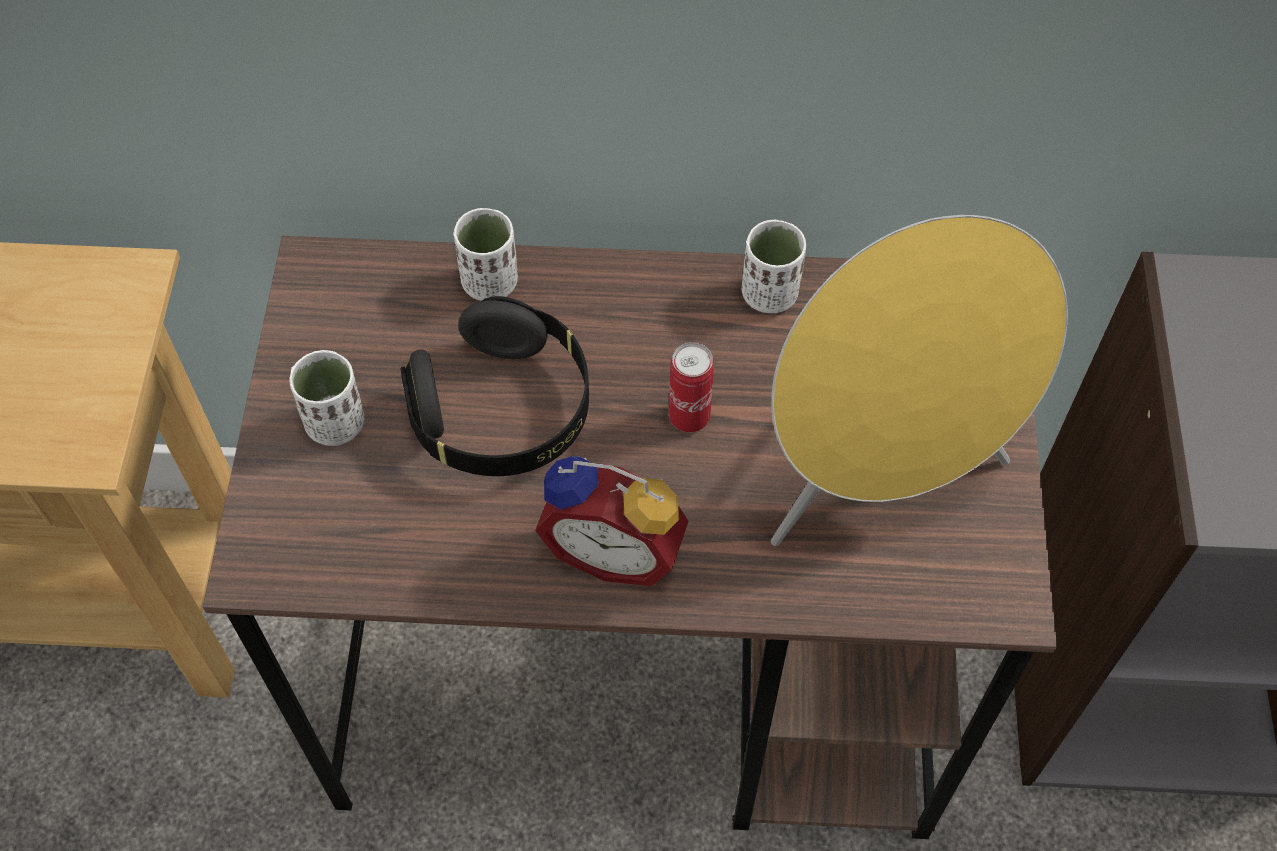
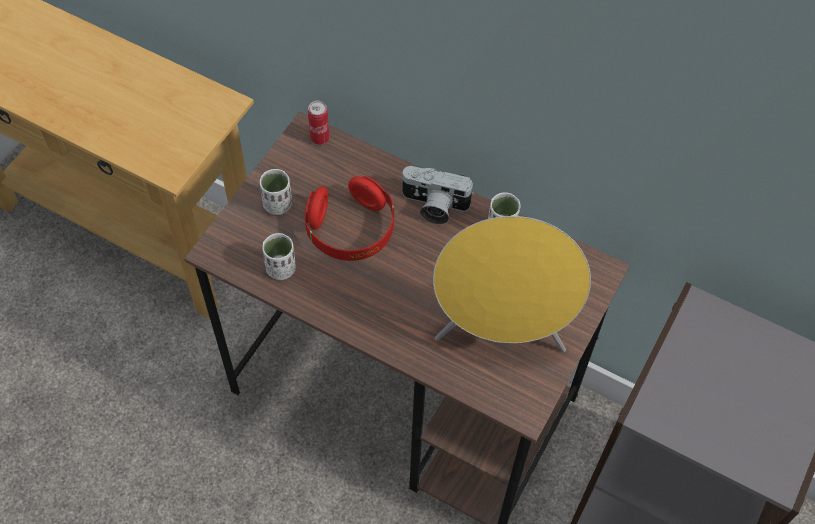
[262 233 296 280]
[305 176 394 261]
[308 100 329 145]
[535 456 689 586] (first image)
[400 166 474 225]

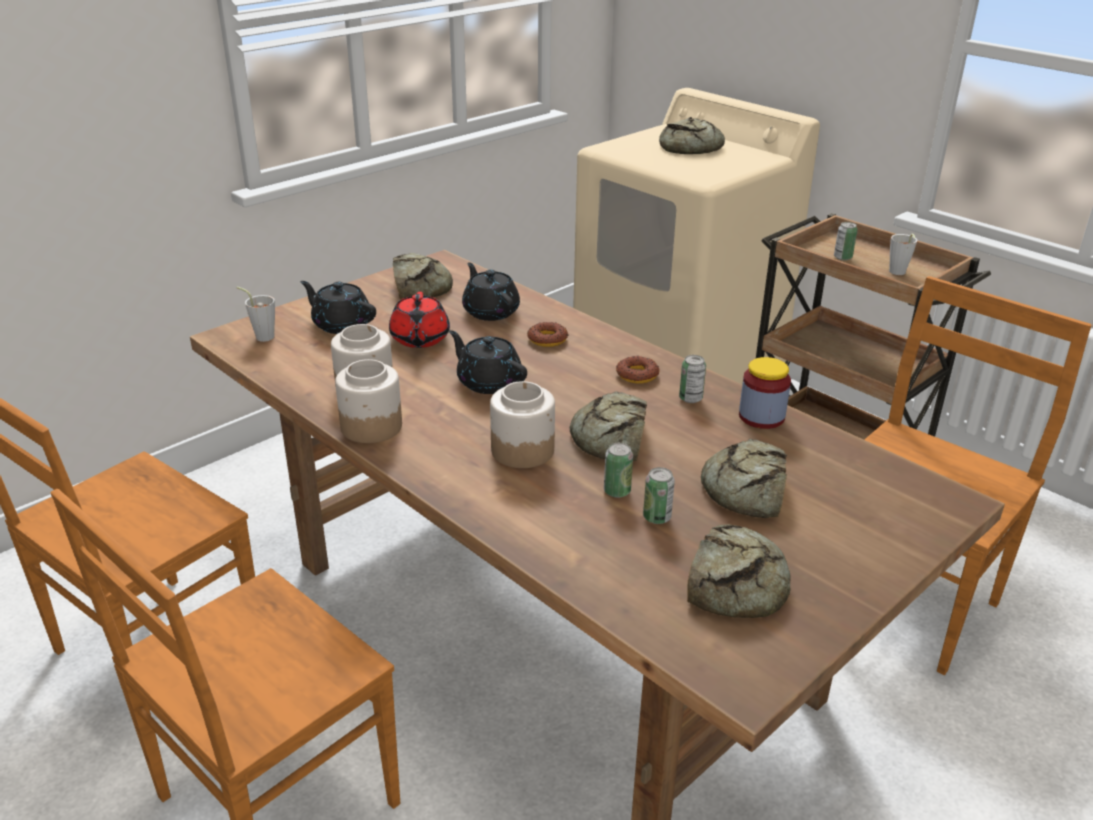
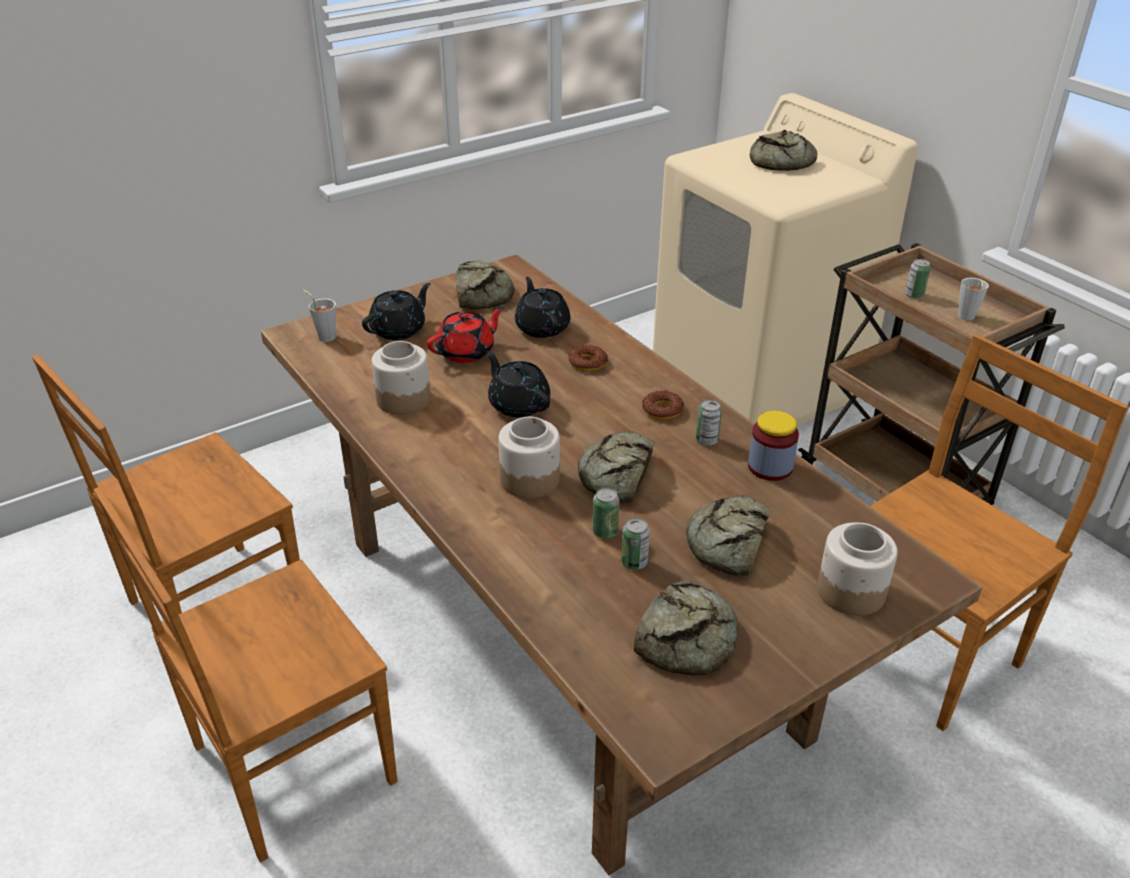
[362 283 431 340]
[427 306 504 363]
[817 523 898 616]

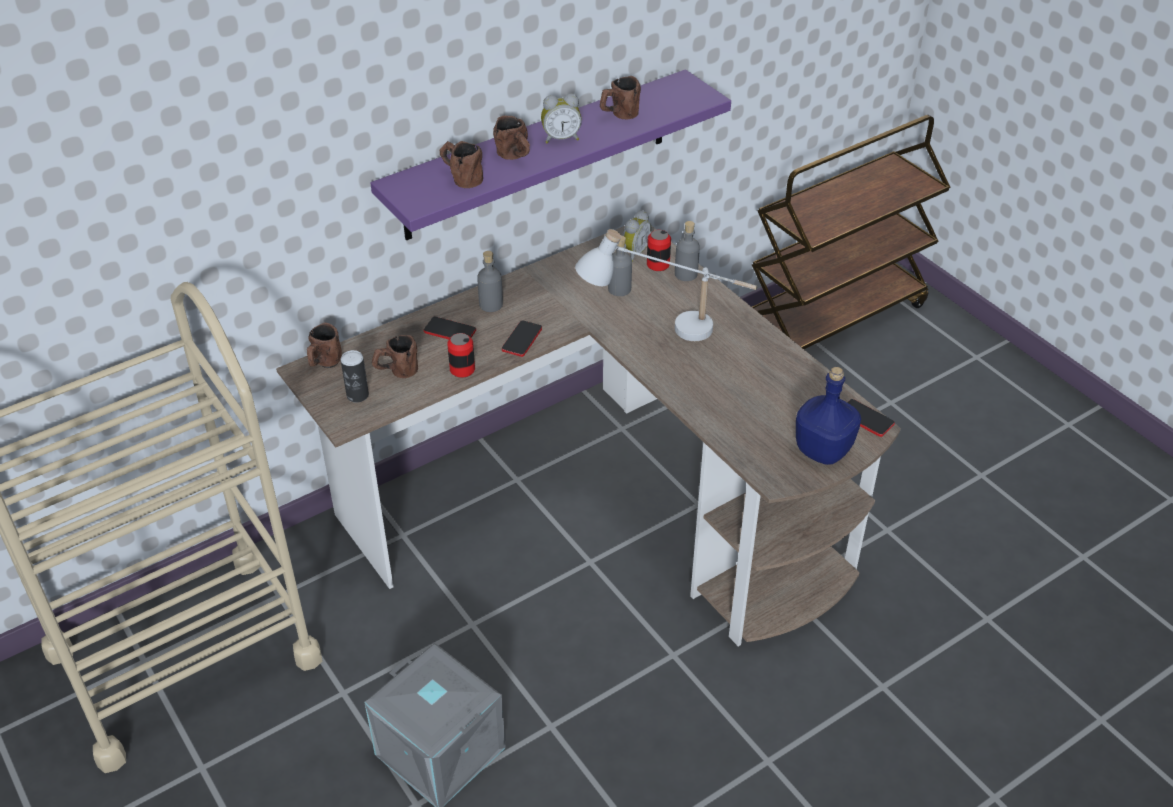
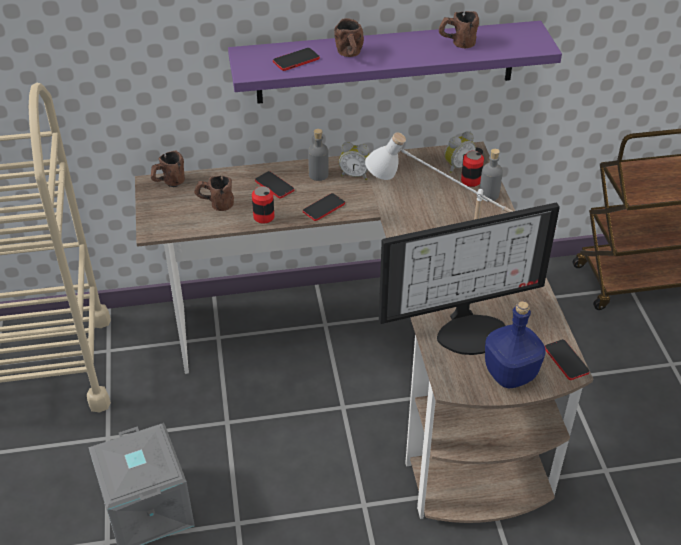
[339 142 370 180]
[273 48 320 71]
[608 235 632 296] (first image)
[340 350 369 403] (first image)
[379 203 560 355]

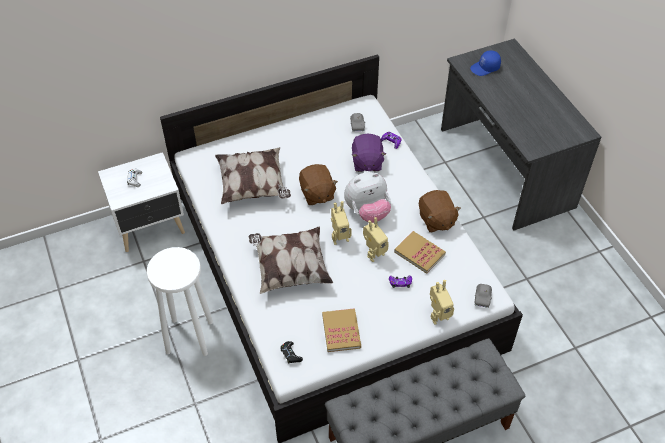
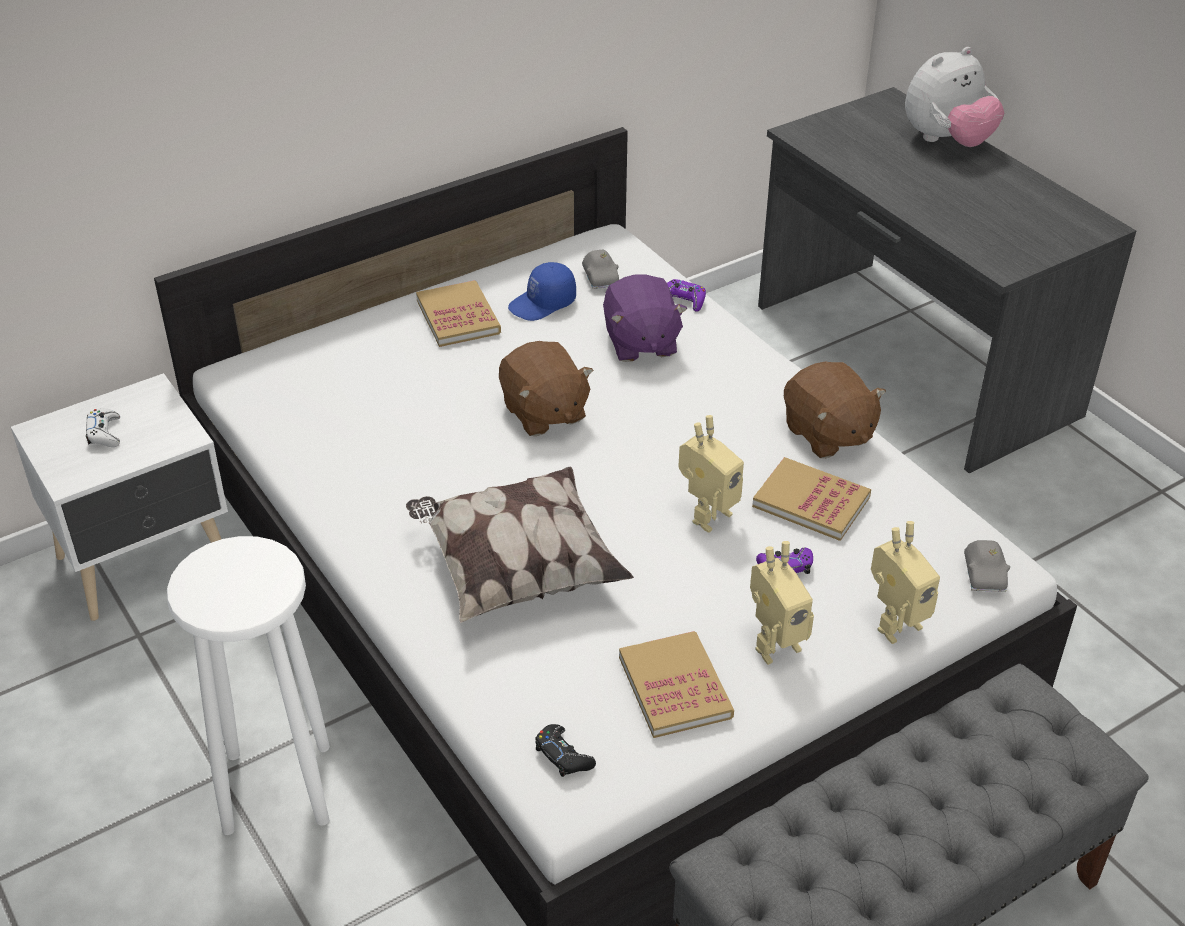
[508 262 576 321]
[215 147 291 204] (first image)
[905 47 1004 147]
[750 541 814 665]
[416 280 501 347]

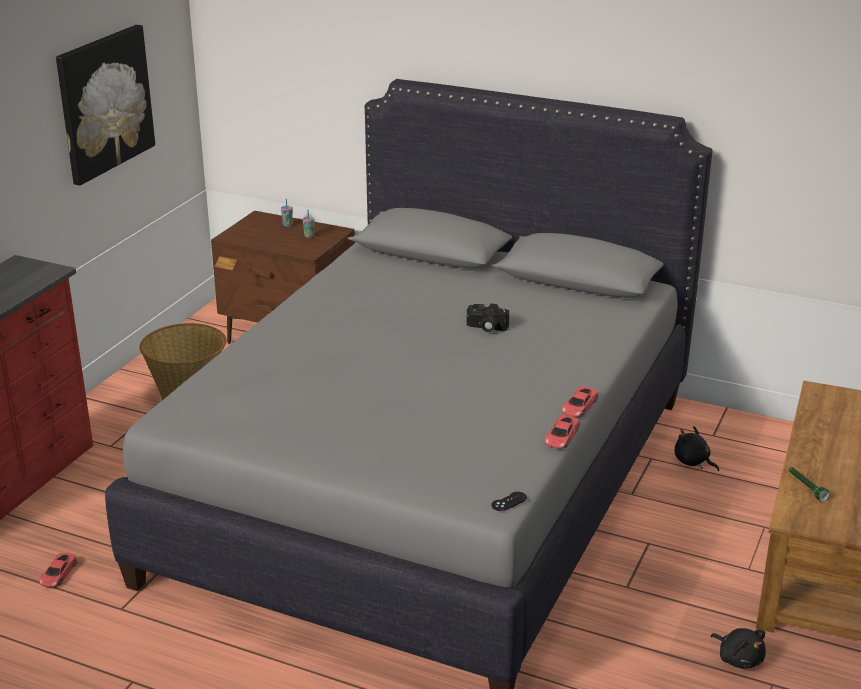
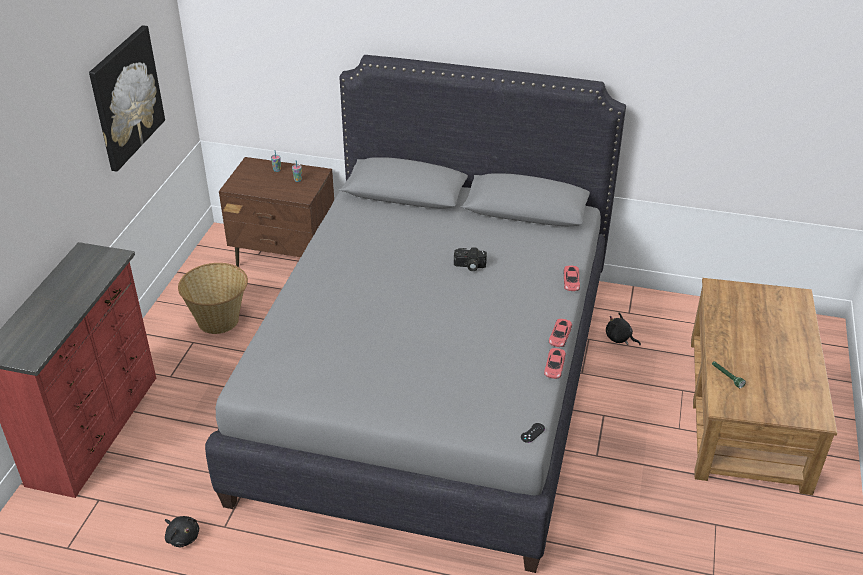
[564 265 580 291]
[165 516 199 547]

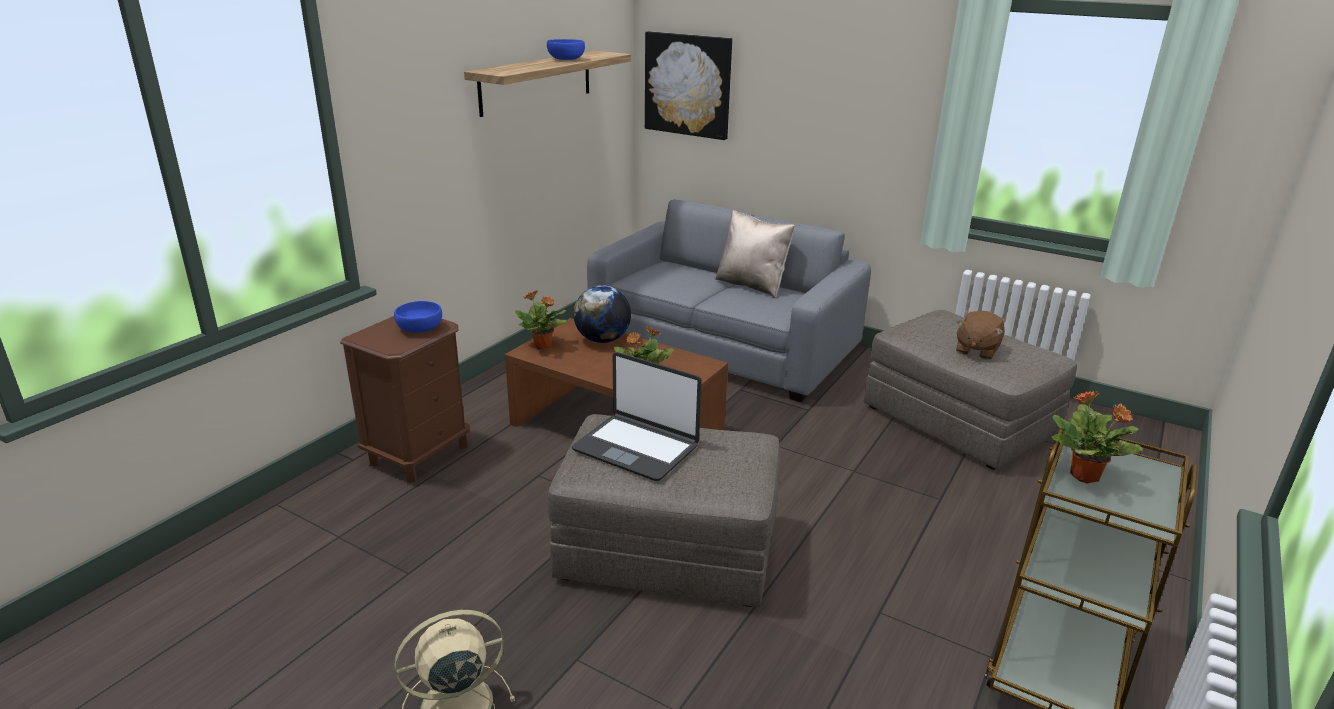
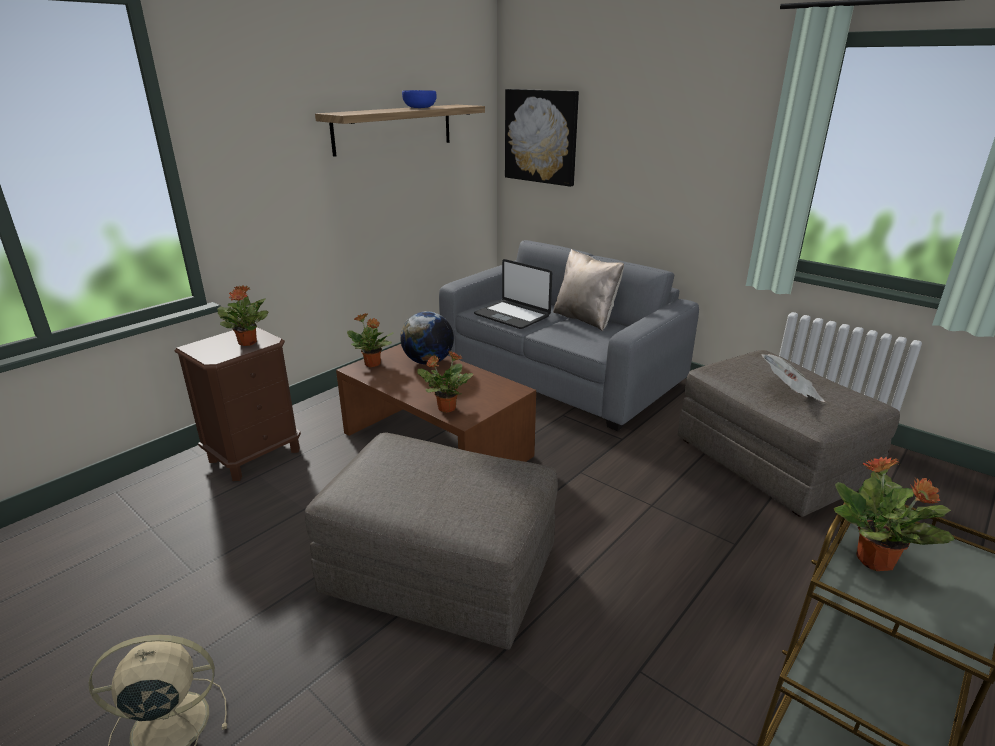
[217 285 268 346]
[761 354 825 402]
[474 259 552 329]

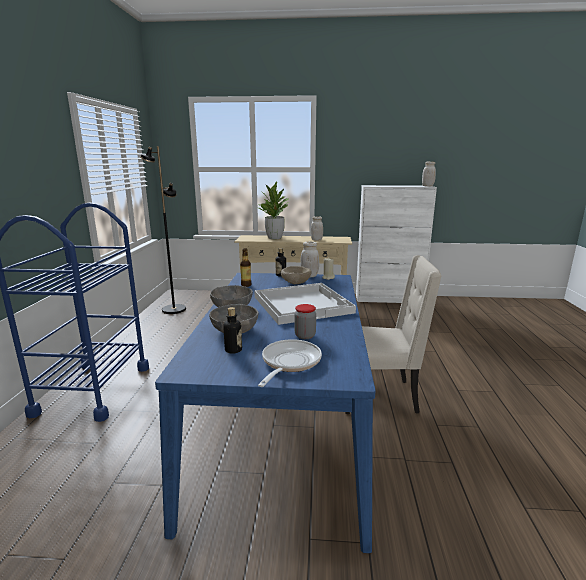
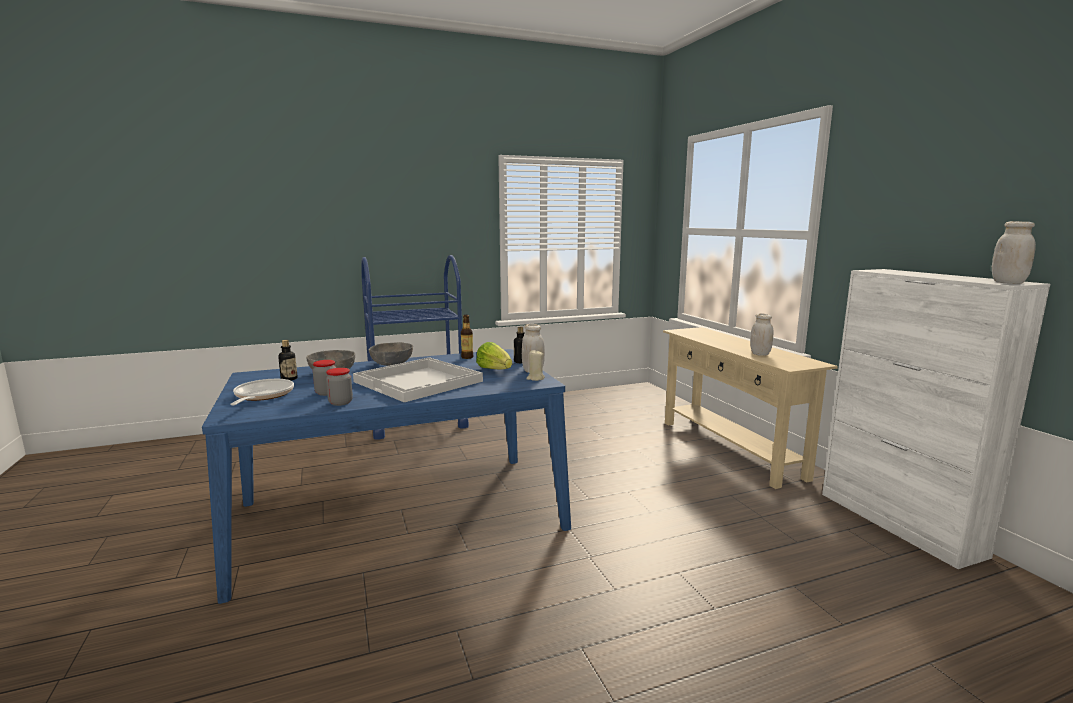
[140 146 186 314] (first image)
[256 181 289 239] (first image)
[345 255 441 414] (first image)
[476 342 512 369]
[230 379 294 405]
[326 368 353 406]

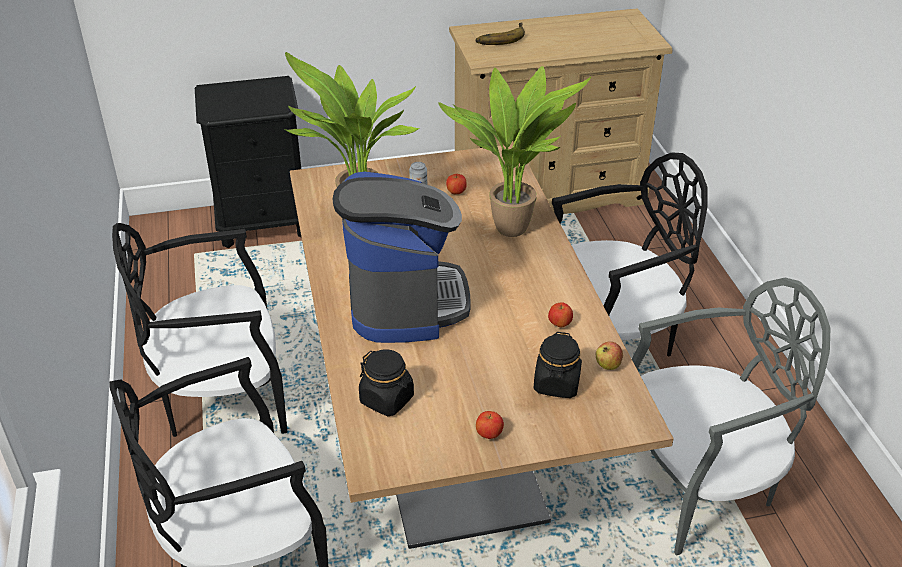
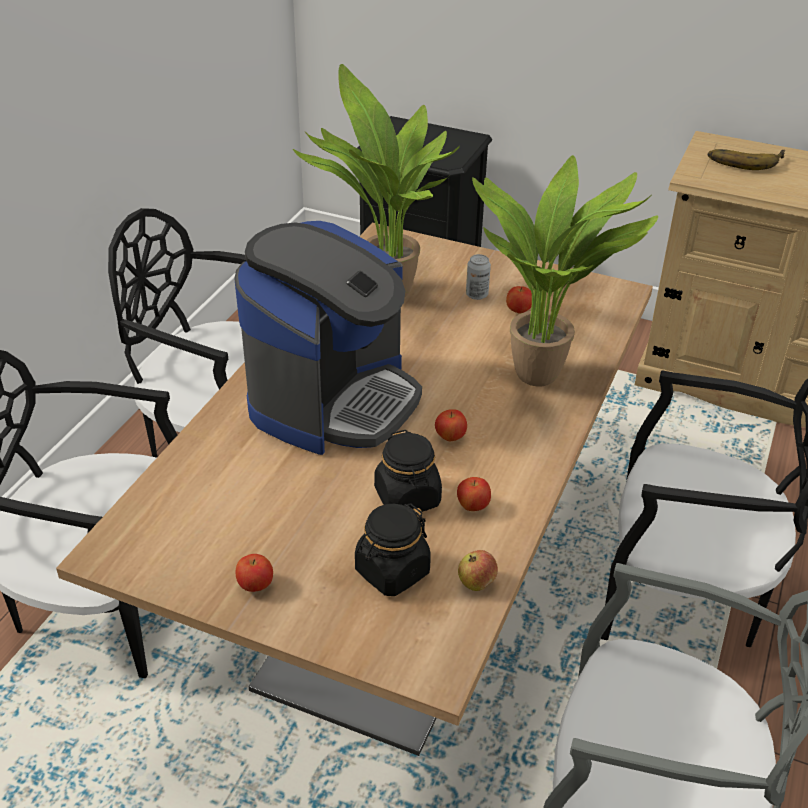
[374 430 442 512]
[435 409 467 441]

